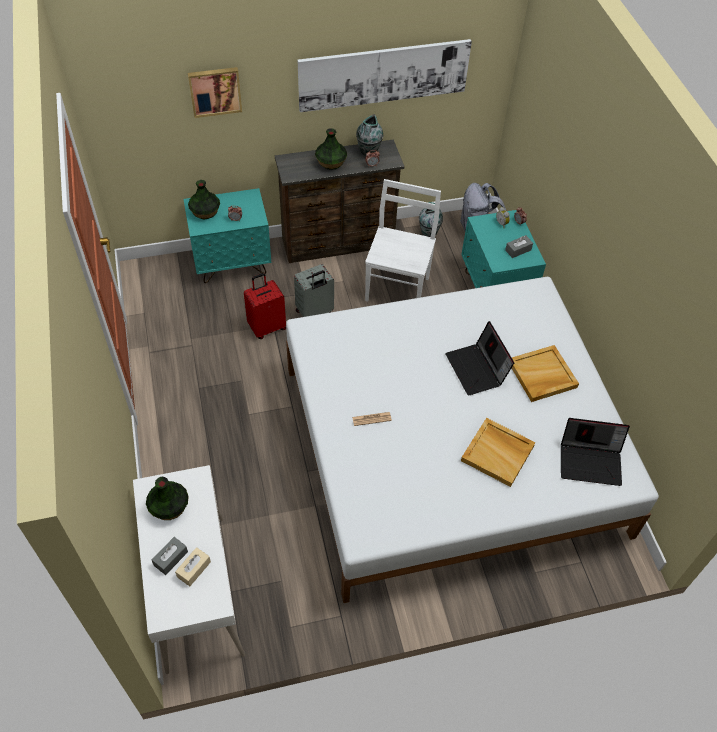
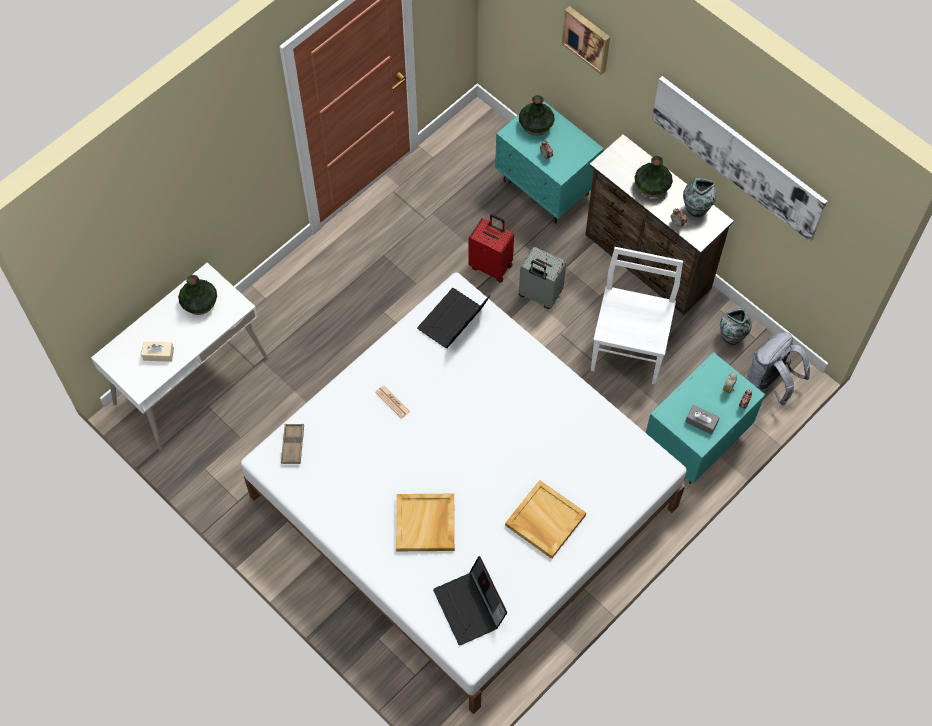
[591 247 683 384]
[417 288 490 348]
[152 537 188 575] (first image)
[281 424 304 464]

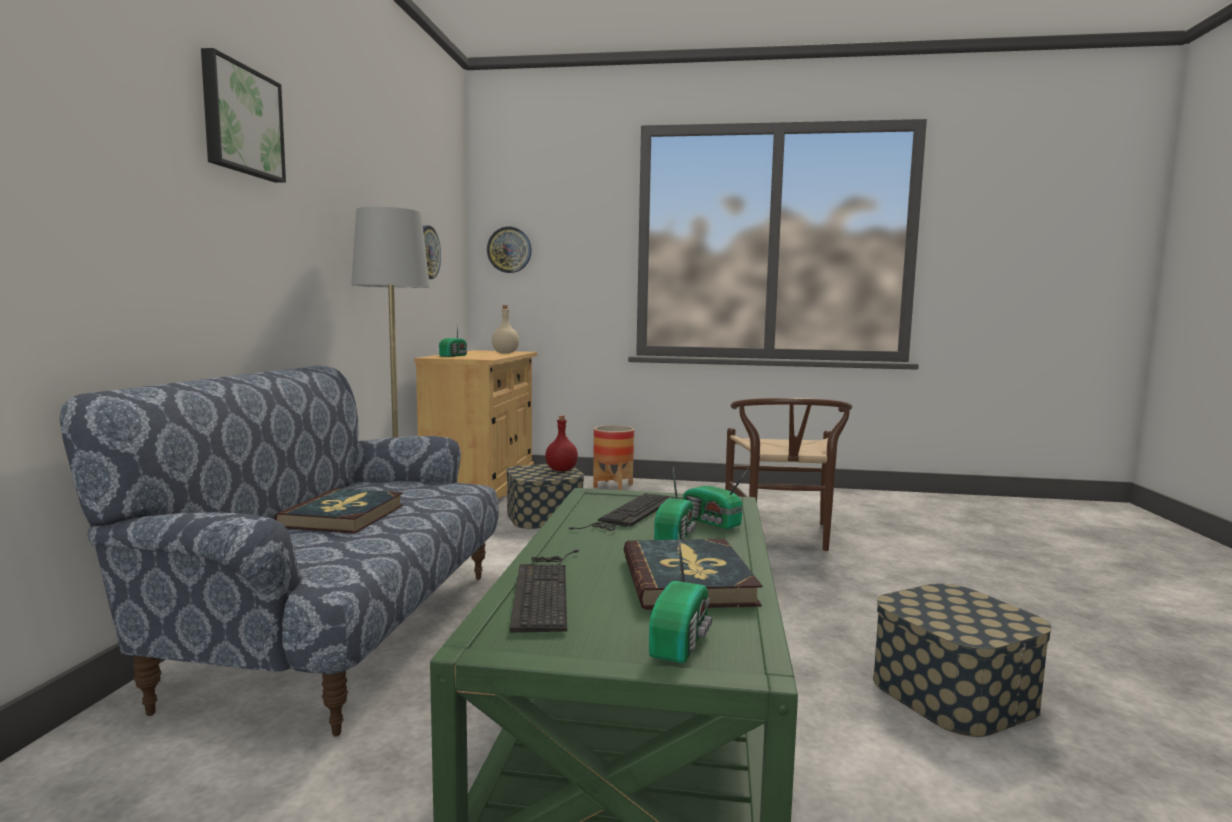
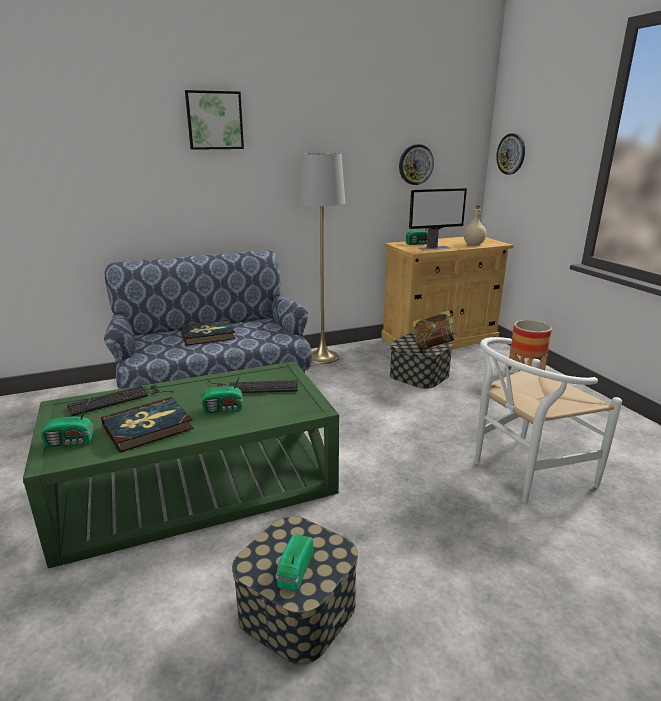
[475 337 622 503]
[413 310 458 350]
[275 534 313 592]
[409 188 467 250]

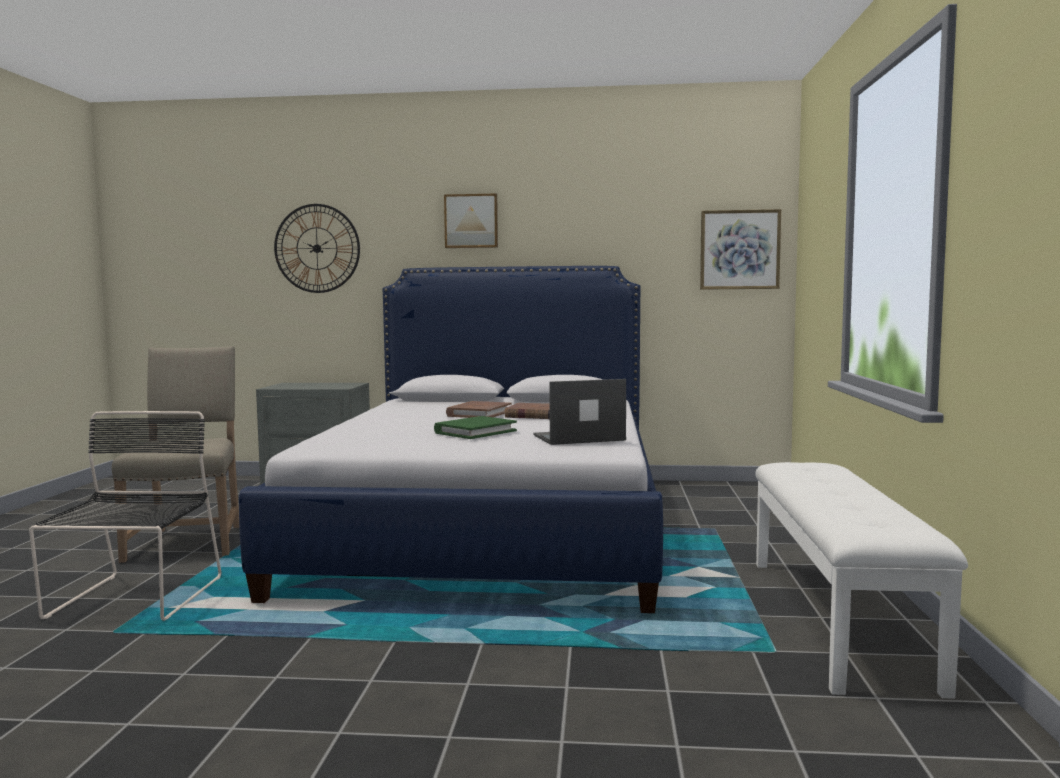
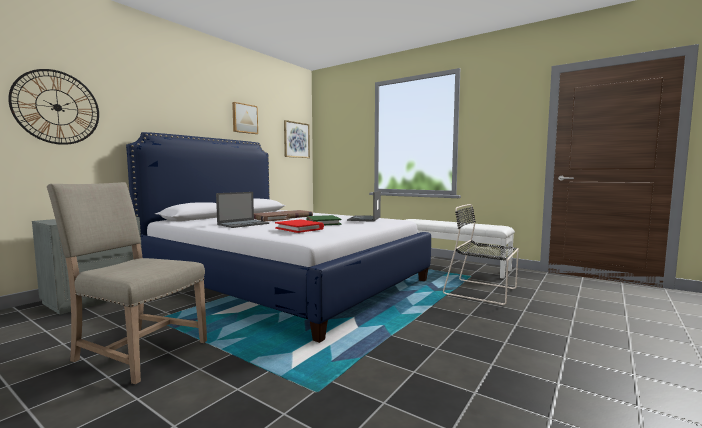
[232 102 258 134]
[443 204 519 305]
[216 192 269 228]
[275 219 324 233]

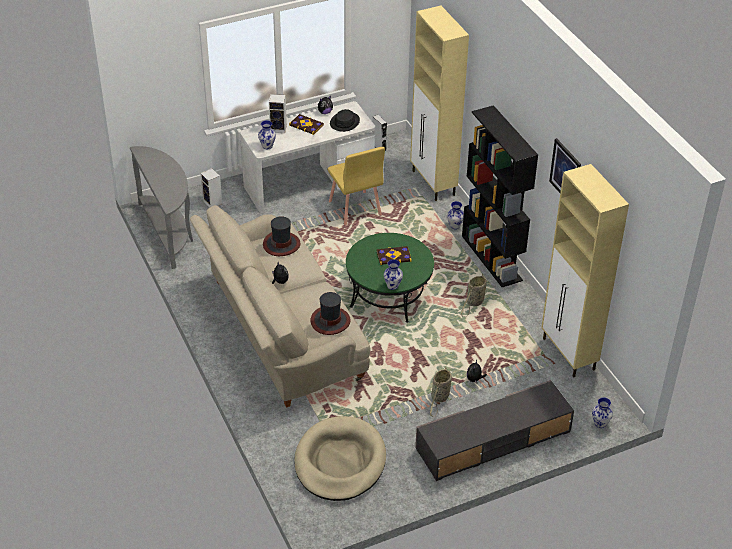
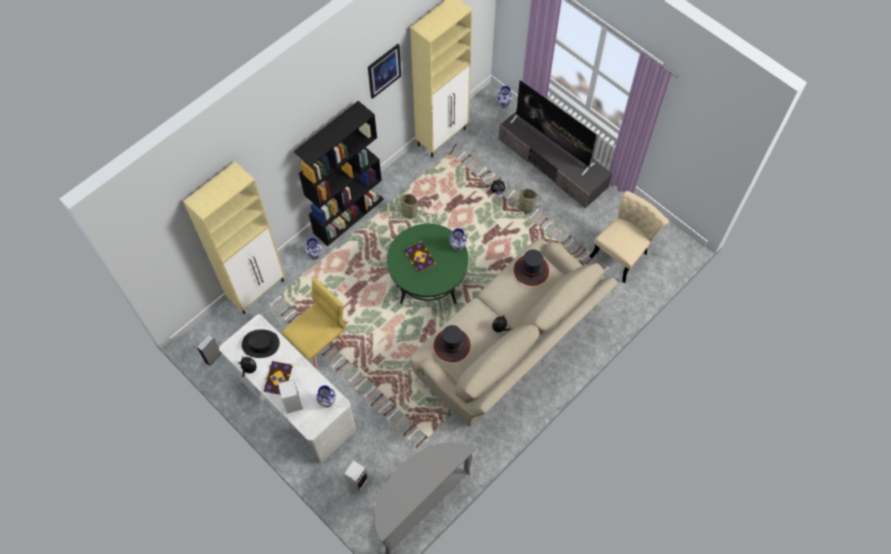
[590 191 669 283]
[510 80 597 175]

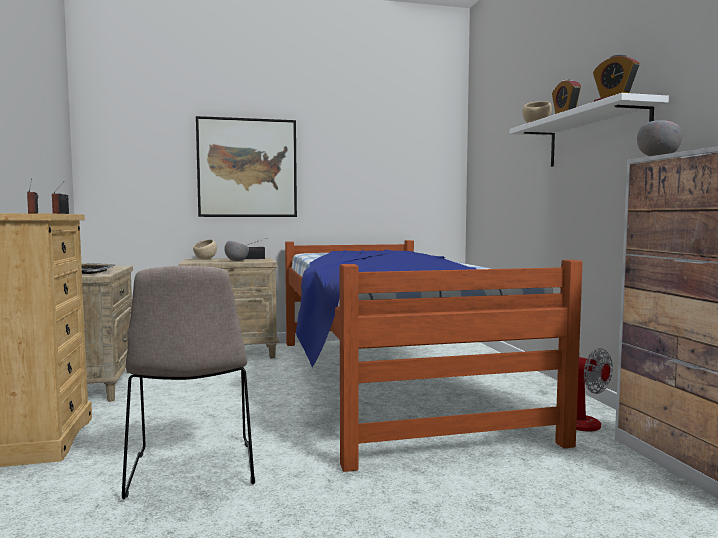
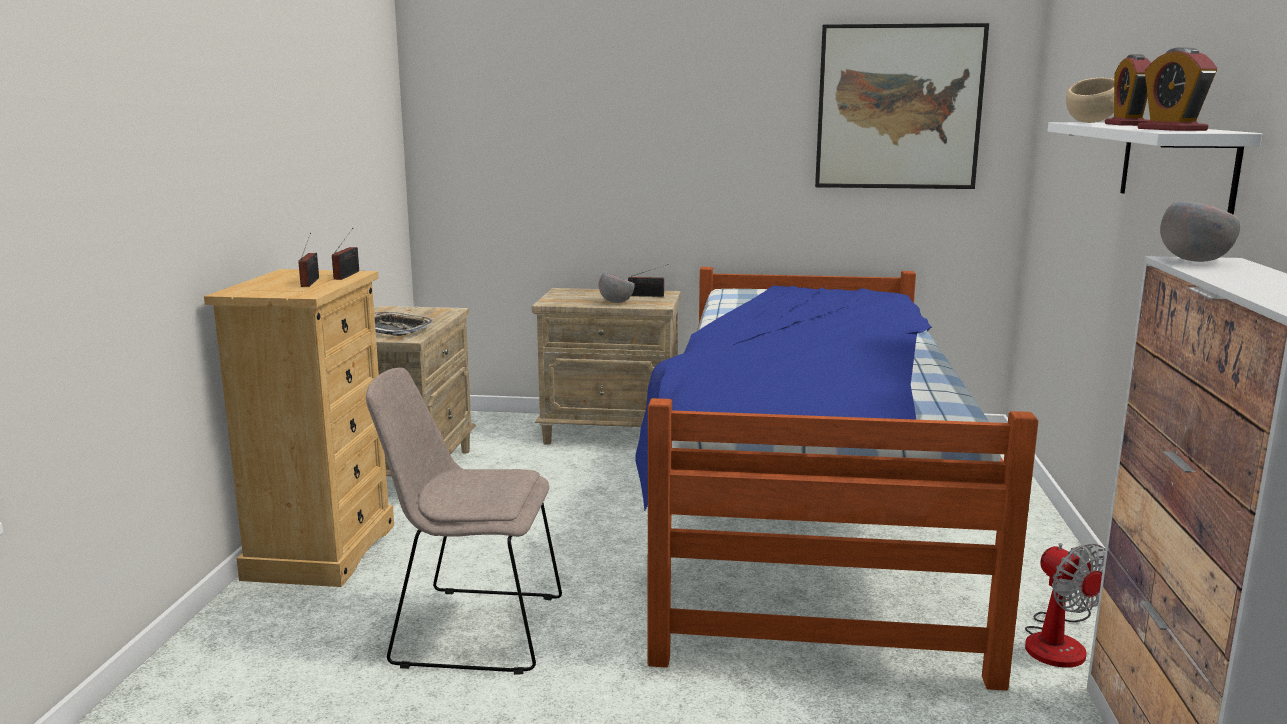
[815 23 989 189]
[193 239 217 260] (first image)
[366 368 562 675]

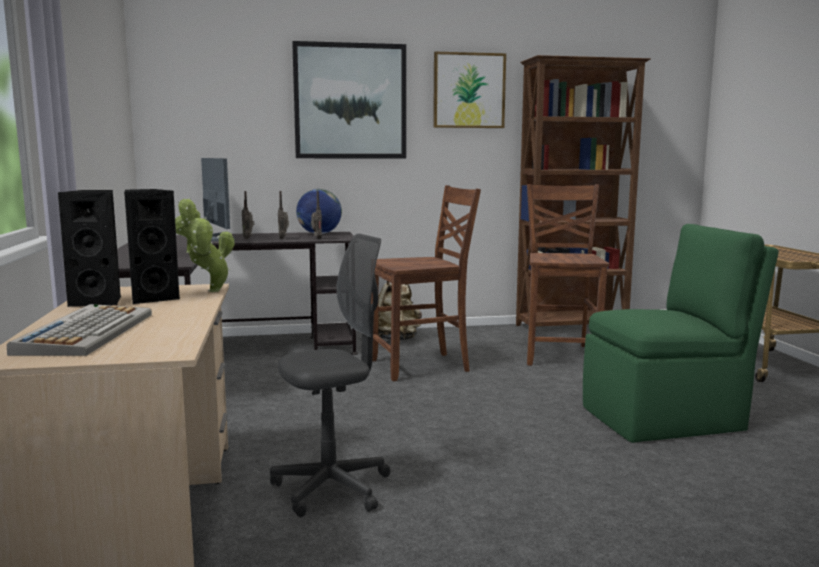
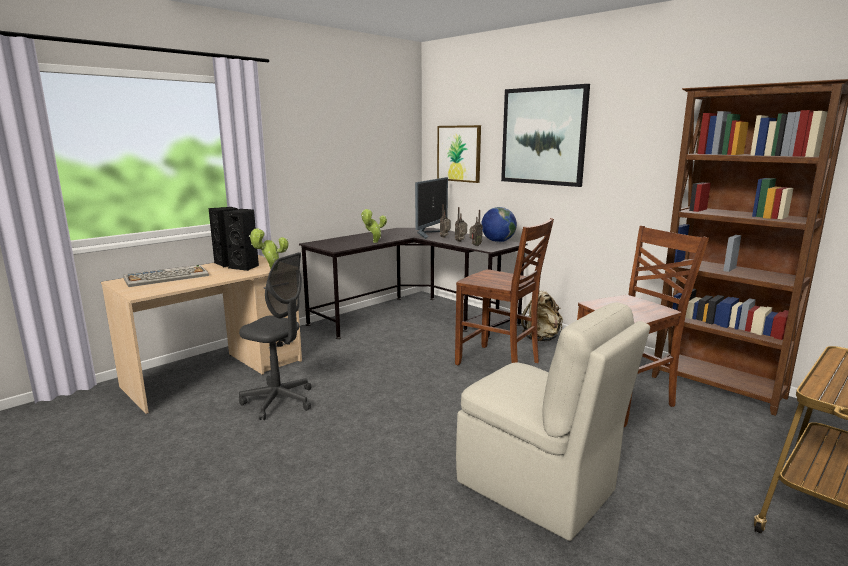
[437 125 481 183]
[456 302 650 541]

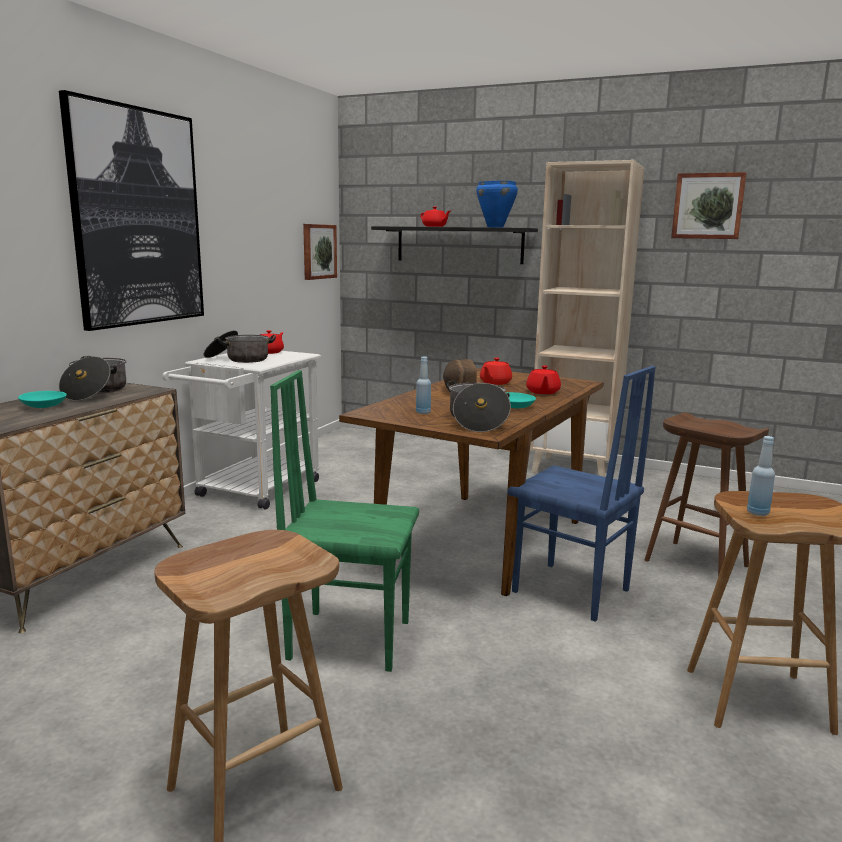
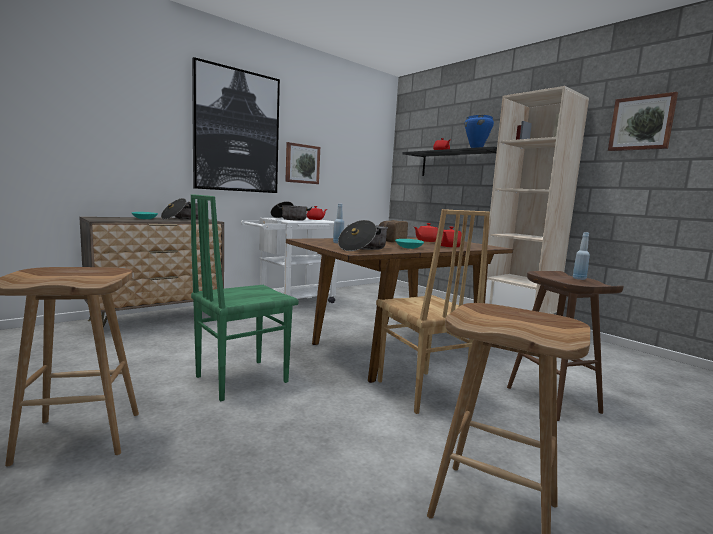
[285 142 320 184]
[376 209 490 414]
[191 194 298 401]
[573 232 590 280]

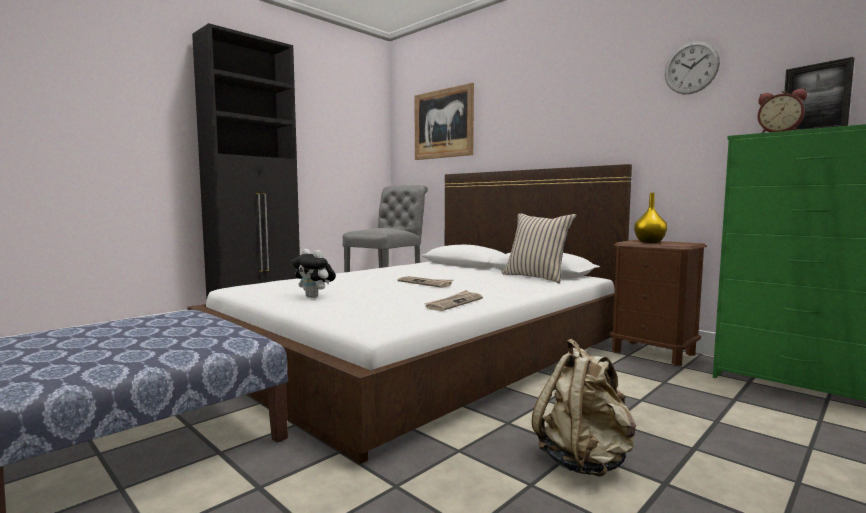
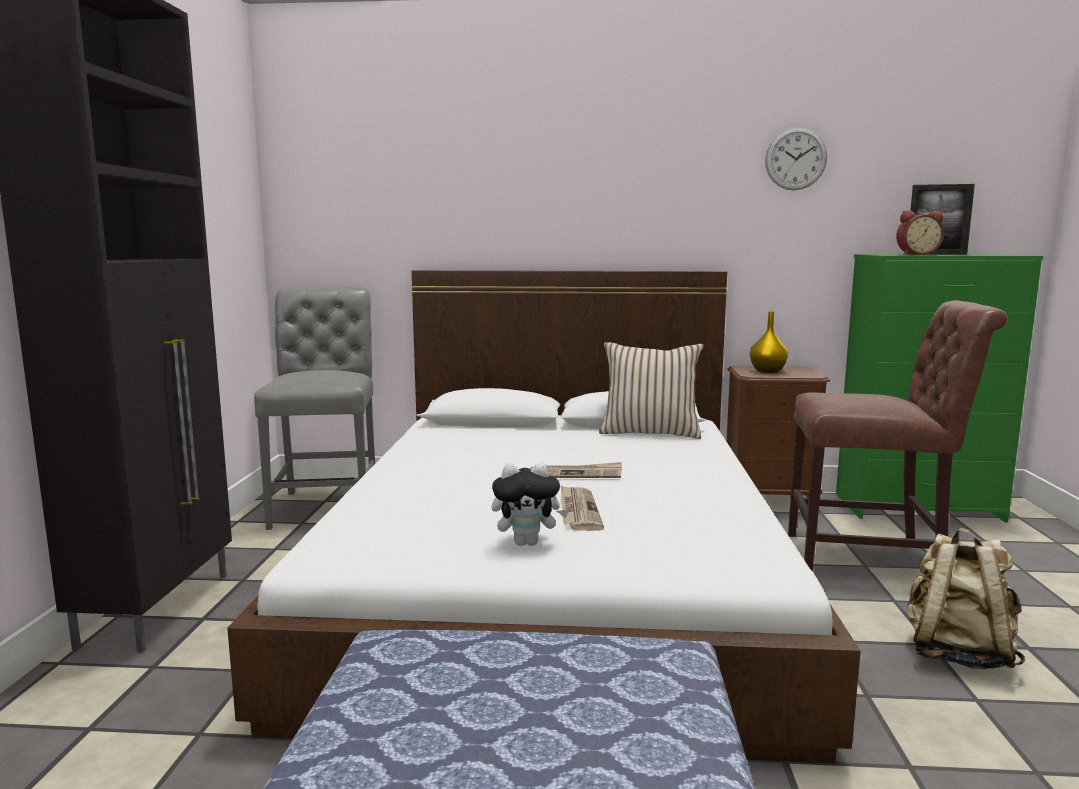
[415 83 474 160] (first image)
[561 485 604 531]
[788 300 1008 572]

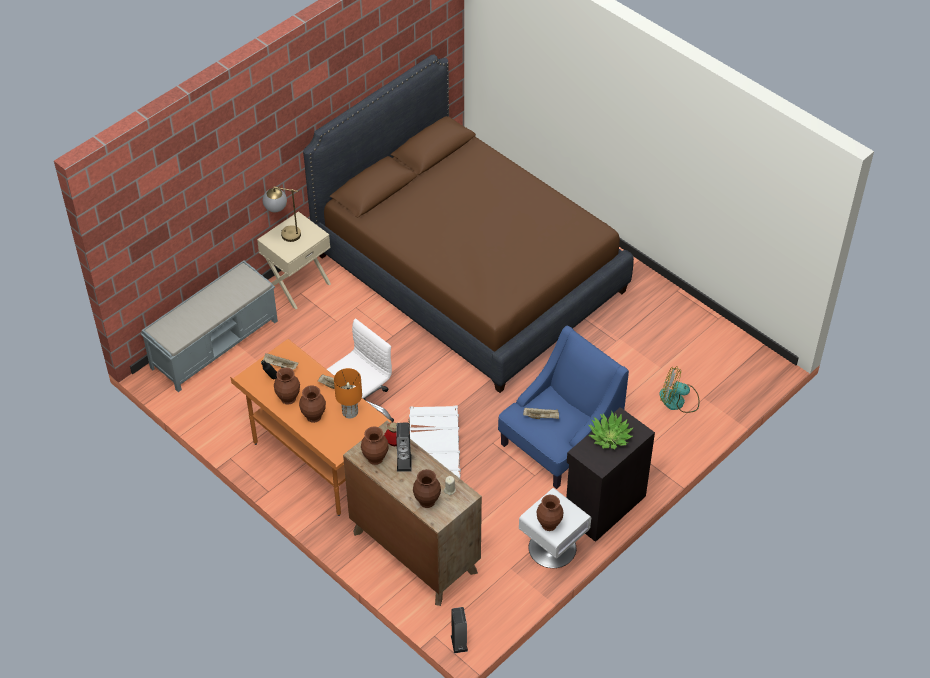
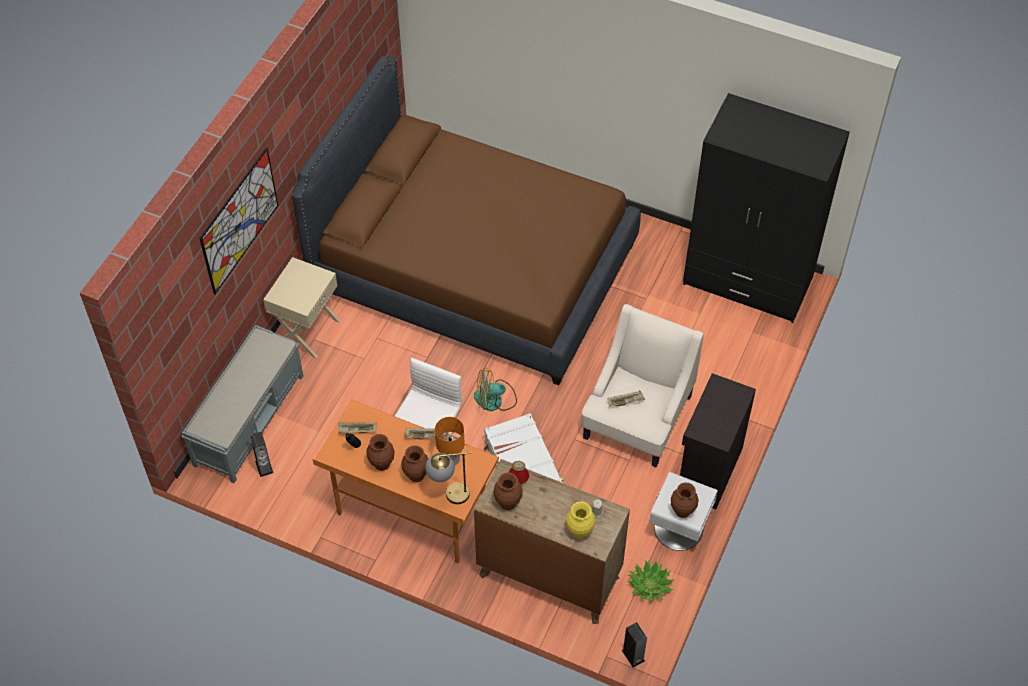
[425 452 471 504]
[581 304 704 467]
[474 368 517 411]
[627 560 674 603]
[250 432 273 477]
[566 501 595 539]
[683 93 850 323]
[199 147 278 294]

